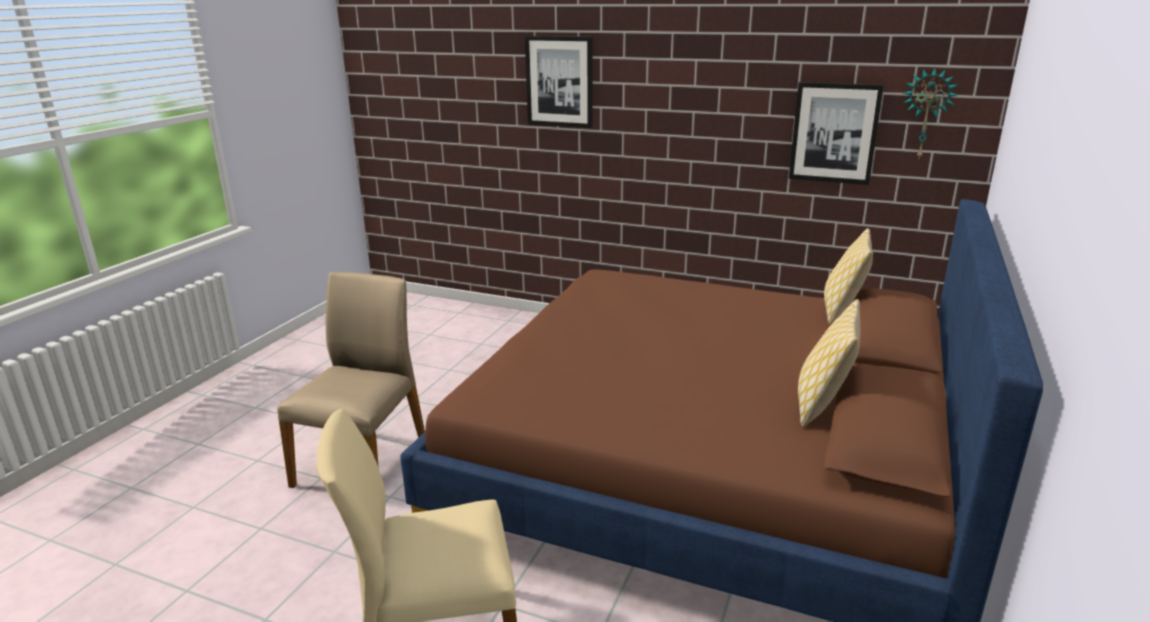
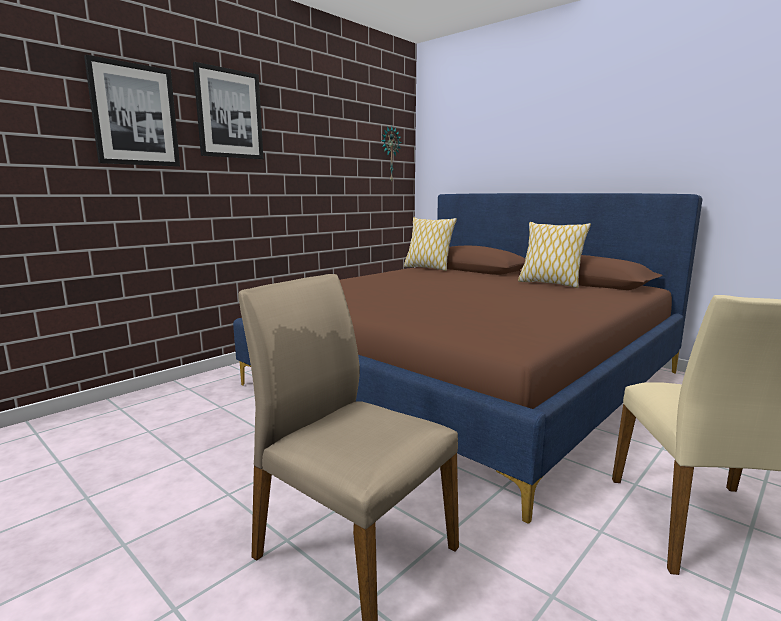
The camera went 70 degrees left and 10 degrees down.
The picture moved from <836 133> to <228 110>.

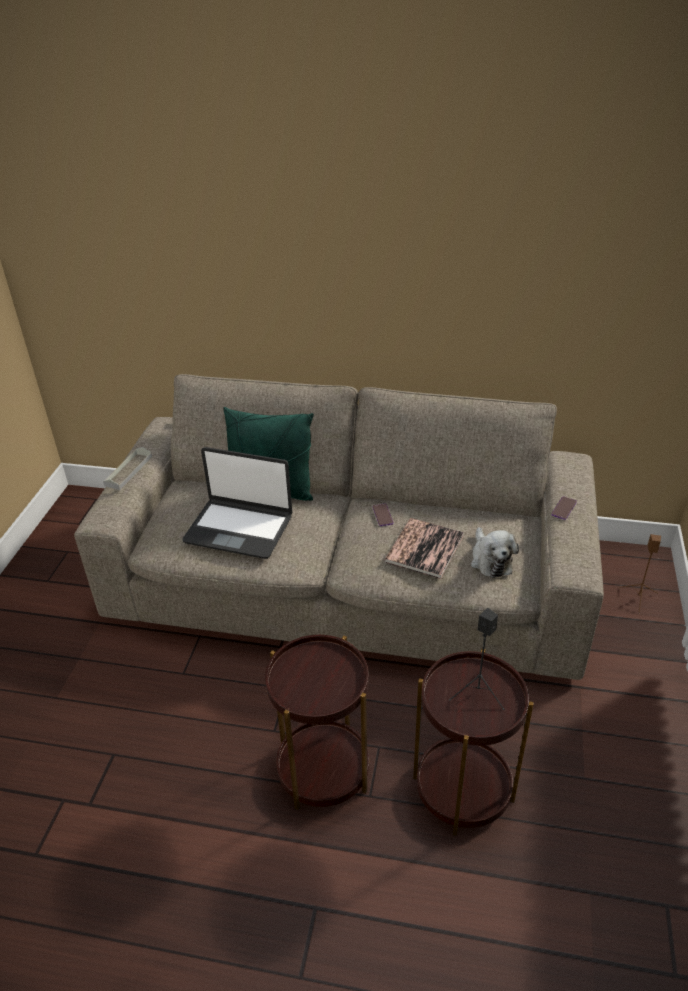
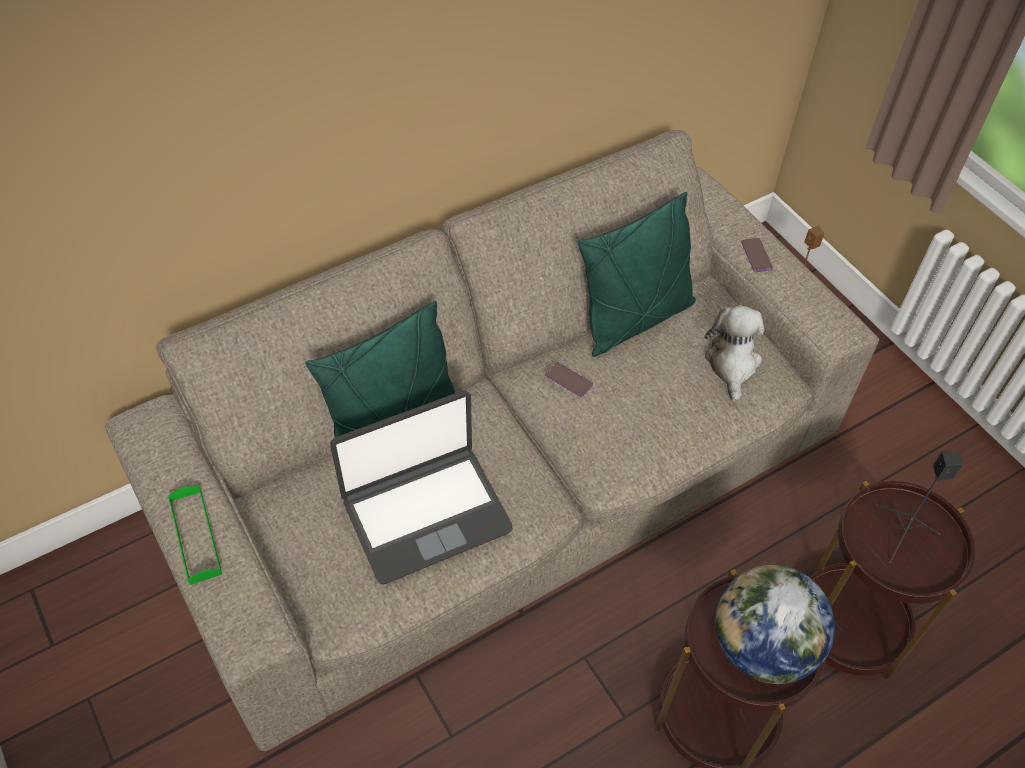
The camera went 45 degrees left and 15 degrees up.
The tray in grey at <127 468> became the tray in green at <195 535>.
The book at <424 548> disappeared.
The plush toy at <495 552> turned 120 degrees counterclockwise.
The pillow in green at <637 274> appeared.
The globe at <775 624> appeared.

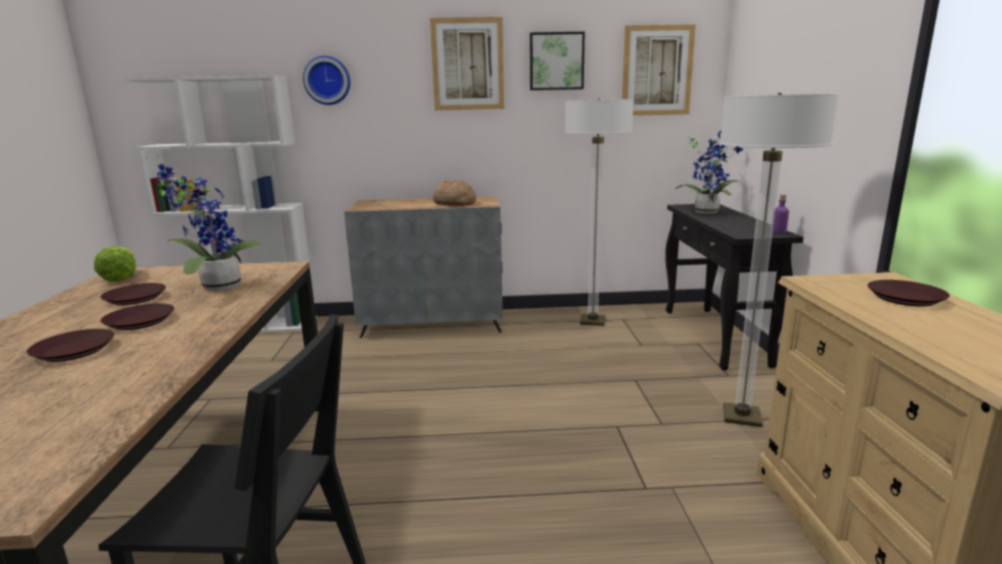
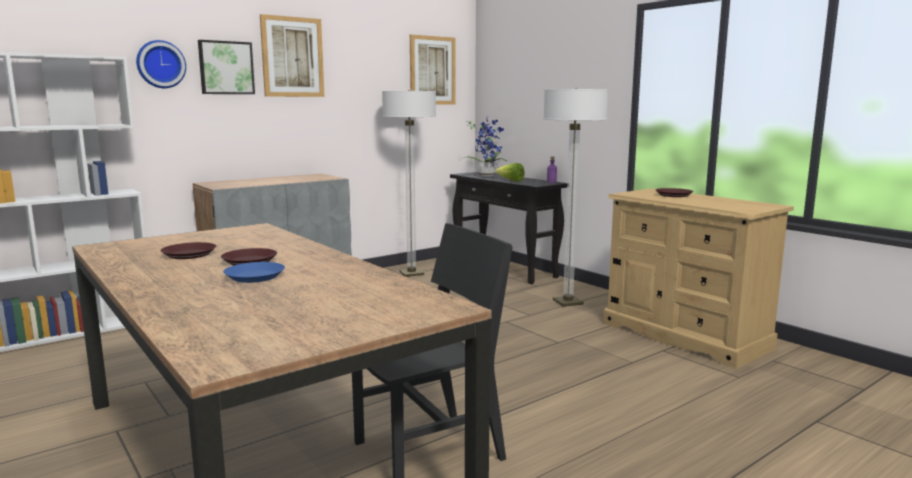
The camera went 35 degrees left and 5 degrees down.
The plate in brown at <70 345> became the plate in blue at <254 272>.
The lettuce moved from <115 264> to <510 172>.
The potted plant at <208 227> disappeared.
The bread at <454 193> disappeared.
The picture moved from <557 61> to <226 67>.

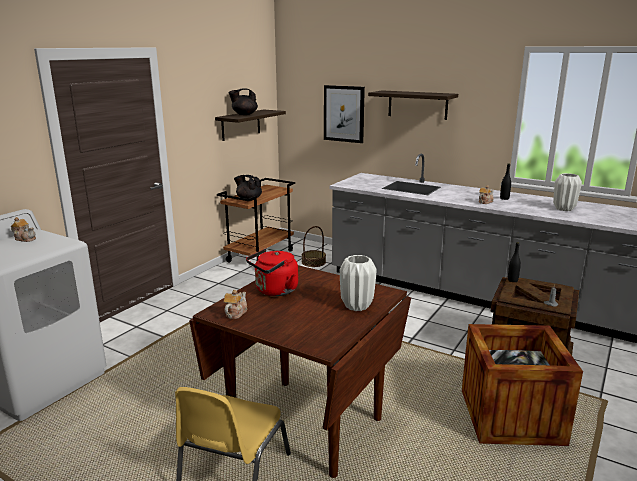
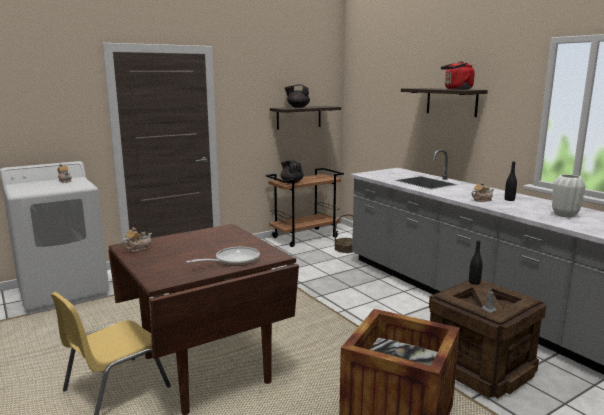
The camera went 25 degrees right and 5 degrees down.
The kettle in red moved from <272 272> to <458 75>.
The picture at <344 114> disappeared.
The vase in white at <358 283> was replaced by the frying pan at <223 256>.

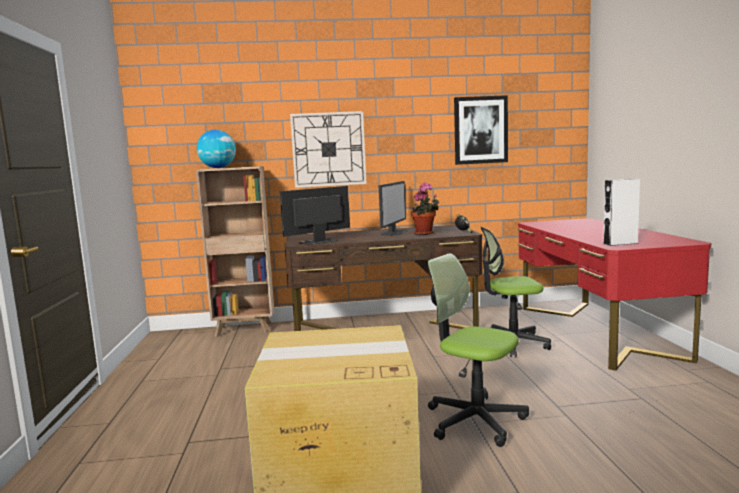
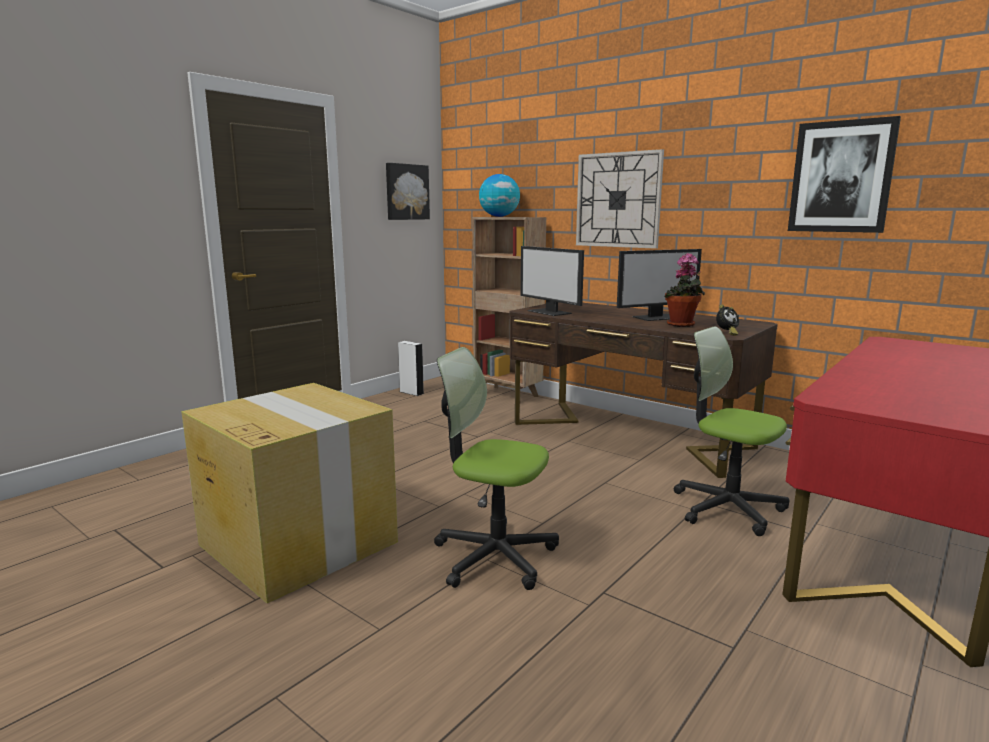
The camera went 45 degrees right and 5 degrees up.
The monitor at <315 215> turned 135 degrees counterclockwise.
The office chair at <478 350> turned 60 degrees counterclockwise.
The speaker in white moved from <621 212> to <411 368>.
The picture at <408 191> appeared.

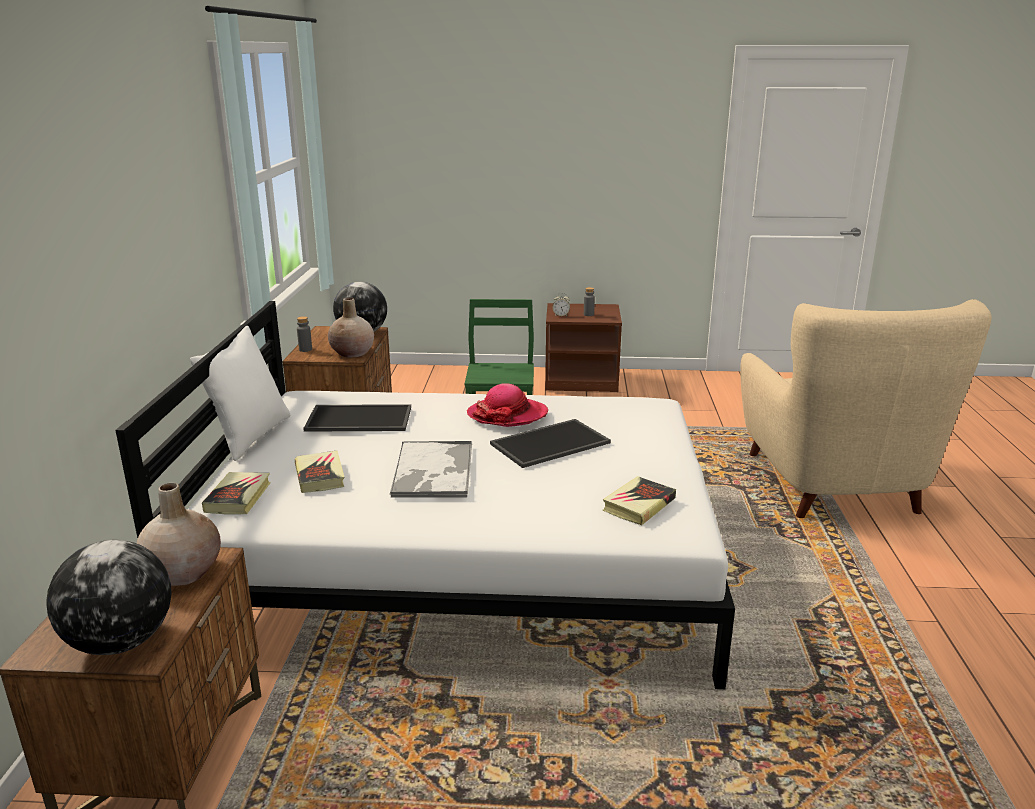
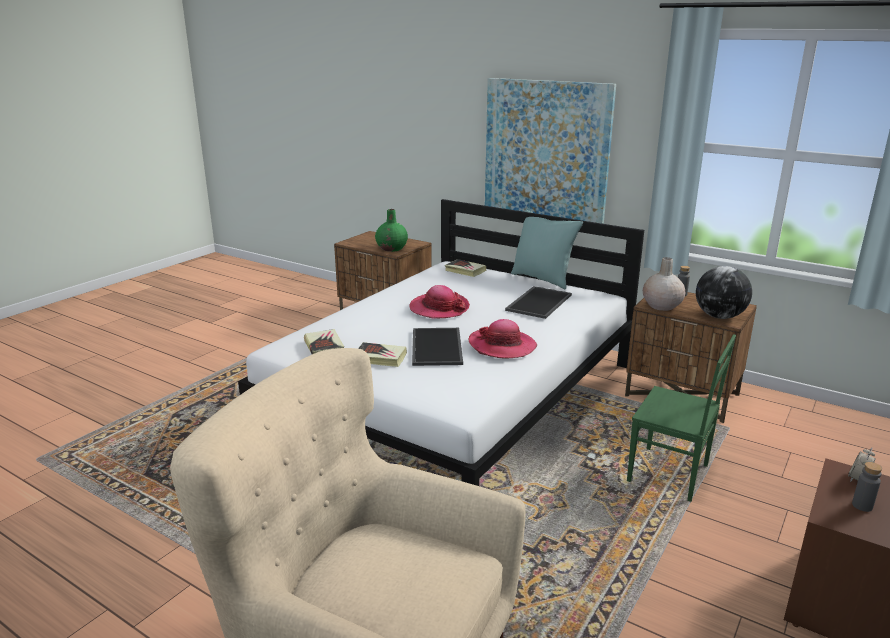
The camera went 120 degrees right and 0 degrees up.
The globe at <109 597> disappeared.
The vase in beige at <179 534> became the vase in green at <391 230>.
The pillow in white at <240 393> became the pillow in turquoise at <547 249>.
The book moved from <319 472> to <382 354>.
The tray at <430 469> was replaced by the hat at <439 301>.
The picture at <550 151> appeared.

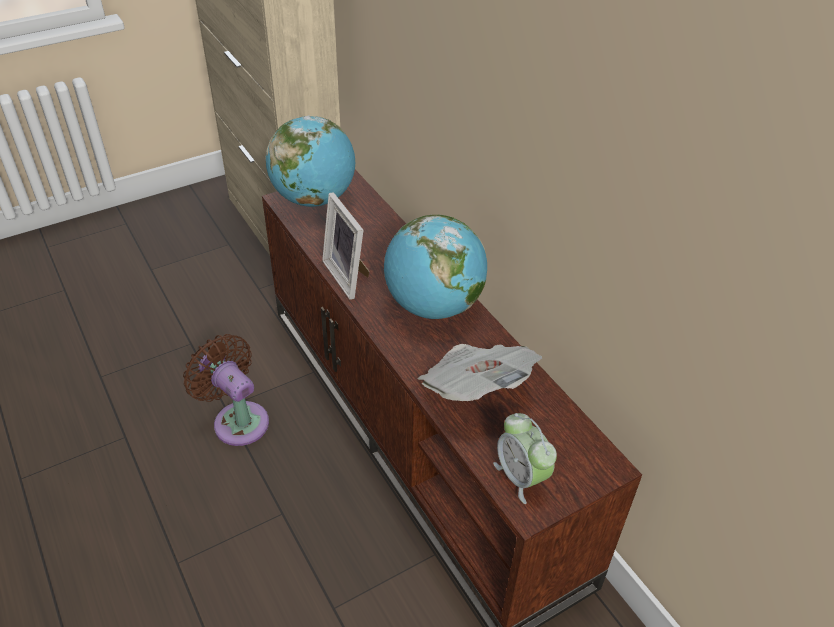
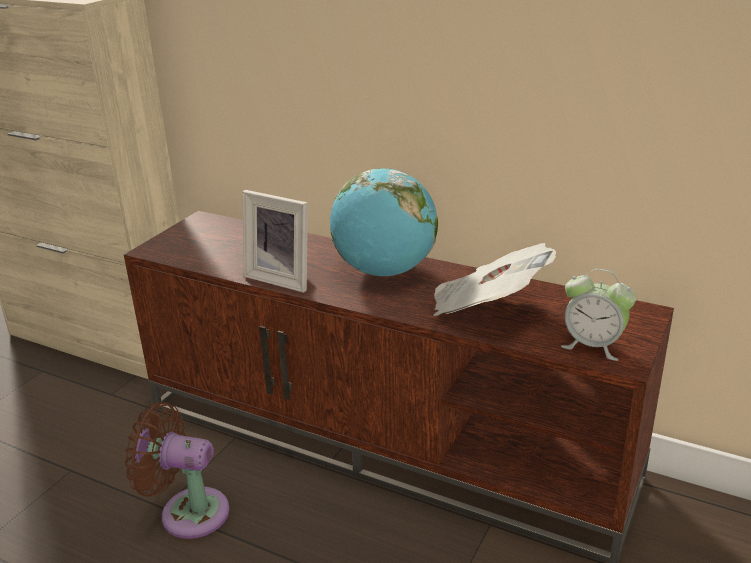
The camera went 30 degrees left and 15 degrees down.
The globe at <310 161> disappeared.

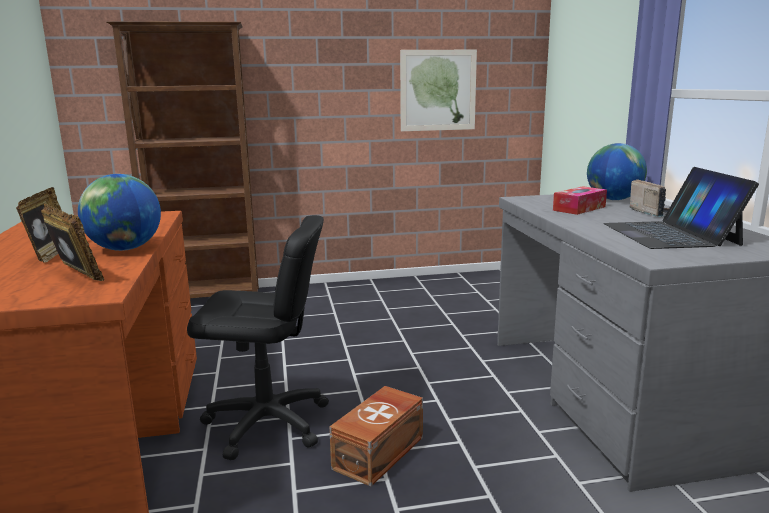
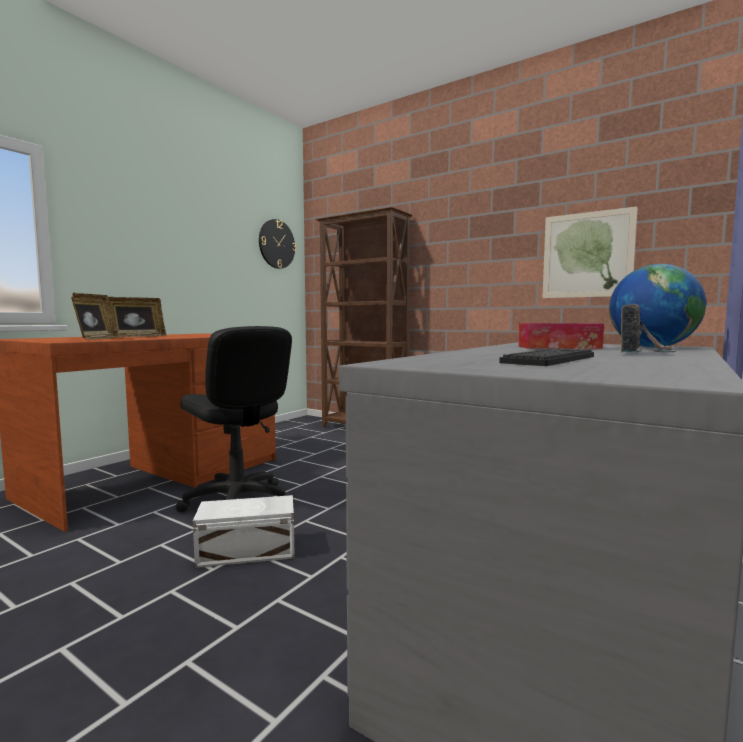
The camera went 45 degrees right and 10 degrees down.
The globe at <119 212> disappeared.
The storage box in brown at <376 436> became the storage box in white at <244 531>.
The laptop at <681 208> was replaced by the keyboard at <546 357>.
The wall clock at <277 244> appeared.

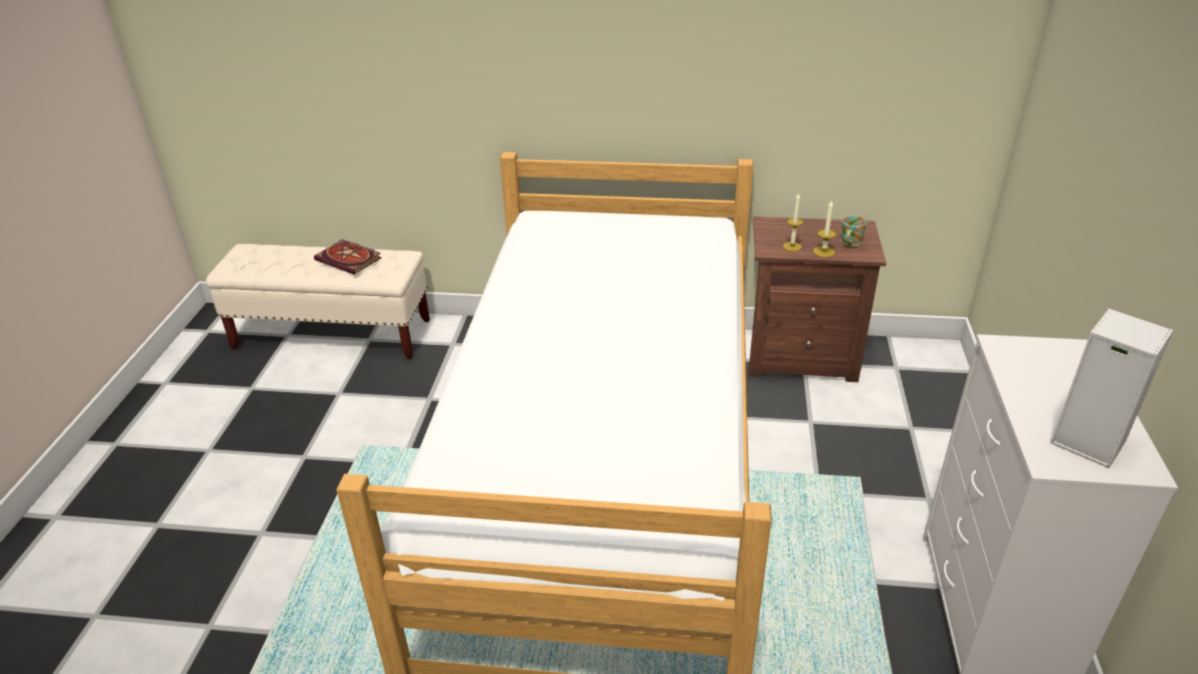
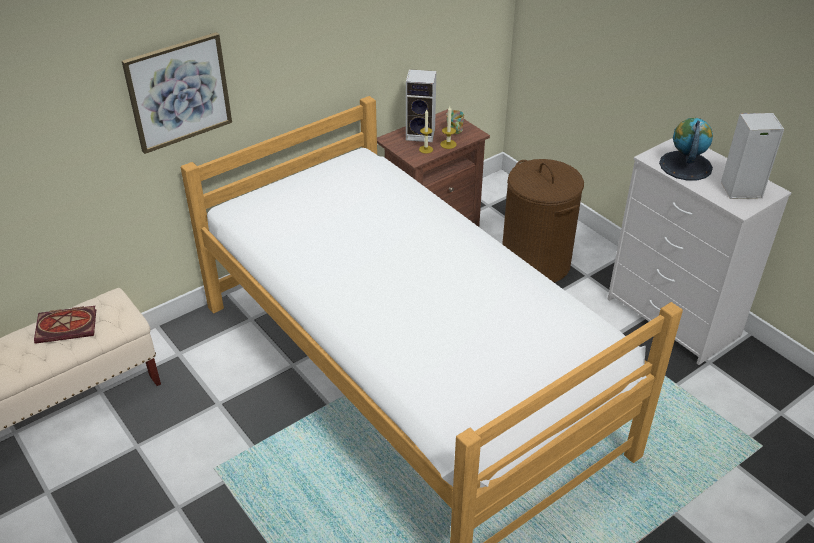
The camera went 45 degrees left and 5 degrees up.
The picture at <177 93> appeared.
The speaker at <421 105> appeared.
The laundry basket in brown at <543 221> appeared.
The globe at <686 149> appeared.

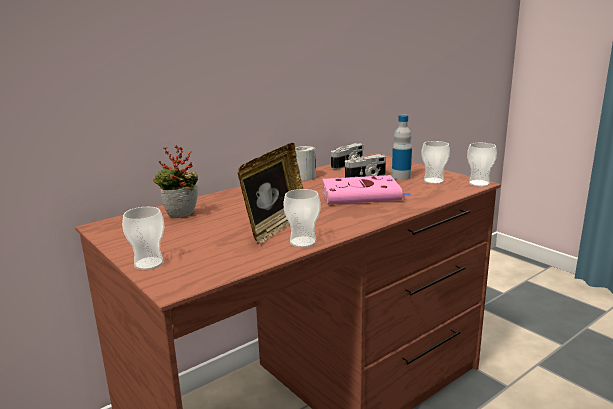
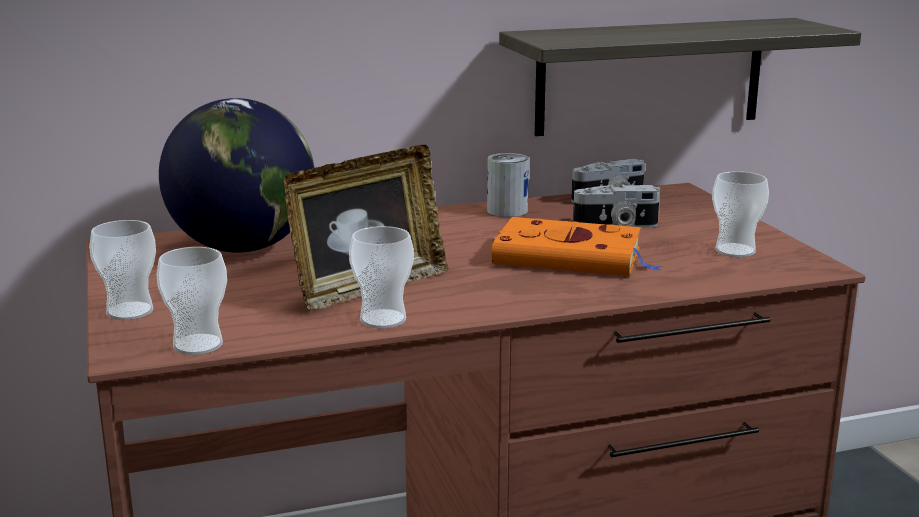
The camera went 20 degrees right and 0 degrees up.
The potted plant at <175 181> was replaced by the globe at <236 175>.
The book in pink at <366 189> became the book in orange at <576 246>.
The bottle at <402 147> disappeared.
The cup moved from <482 165> to <191 301>.
The shelf at <680 77> appeared.

